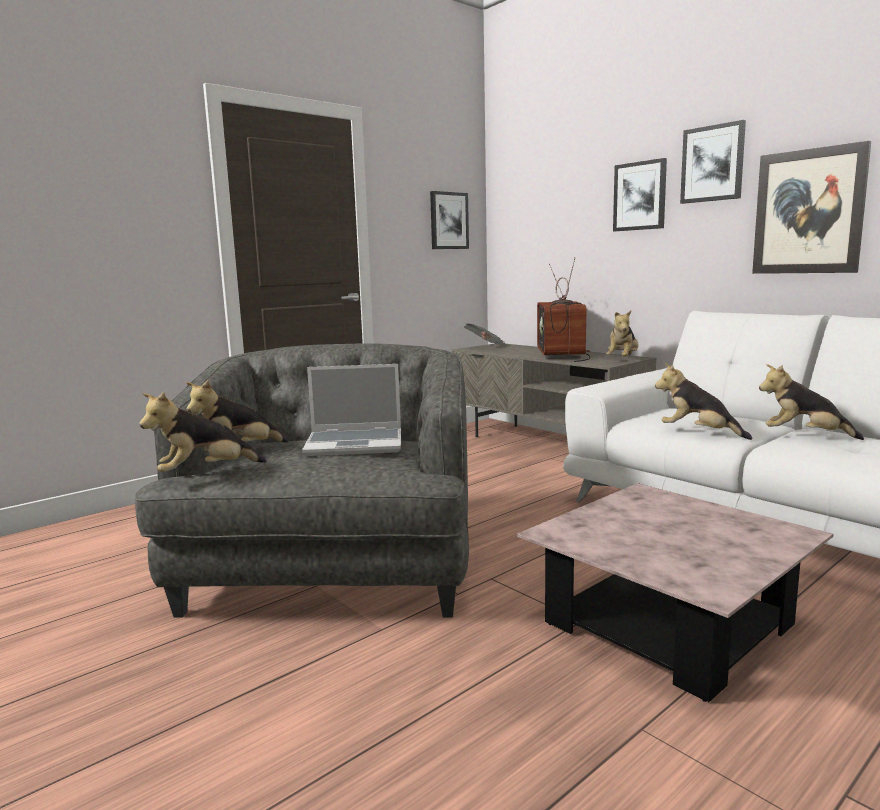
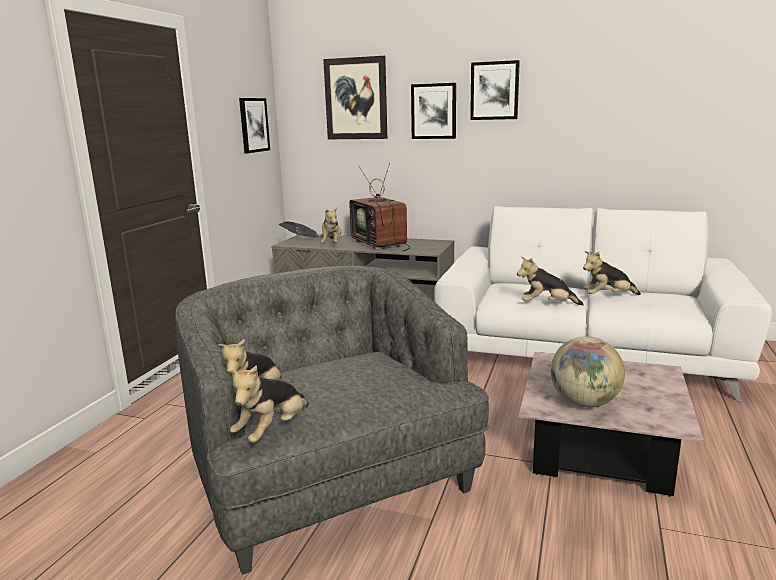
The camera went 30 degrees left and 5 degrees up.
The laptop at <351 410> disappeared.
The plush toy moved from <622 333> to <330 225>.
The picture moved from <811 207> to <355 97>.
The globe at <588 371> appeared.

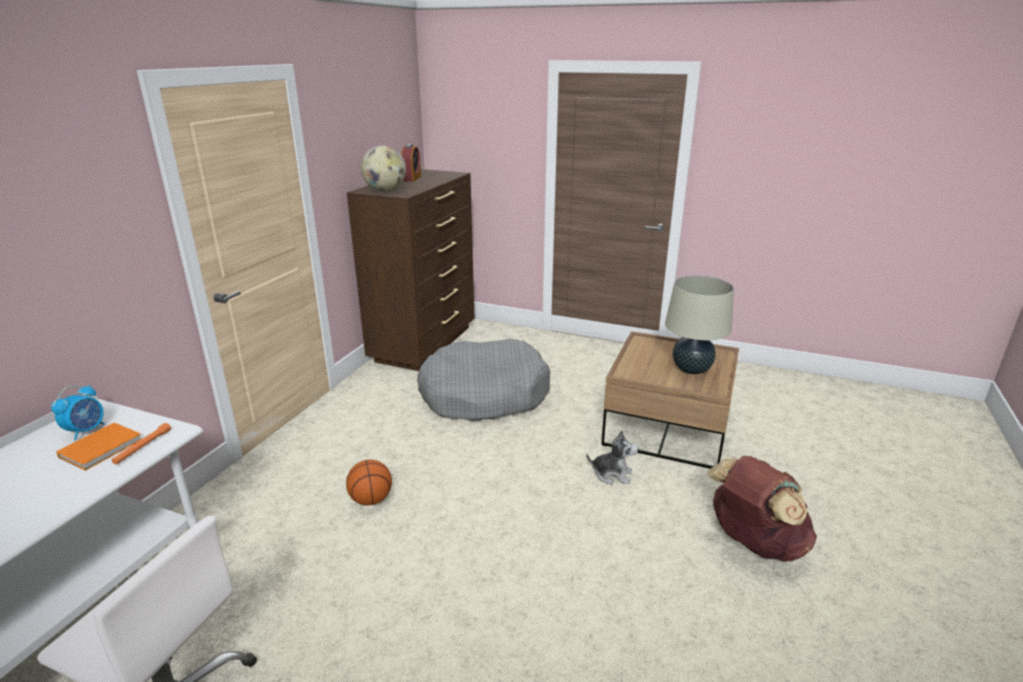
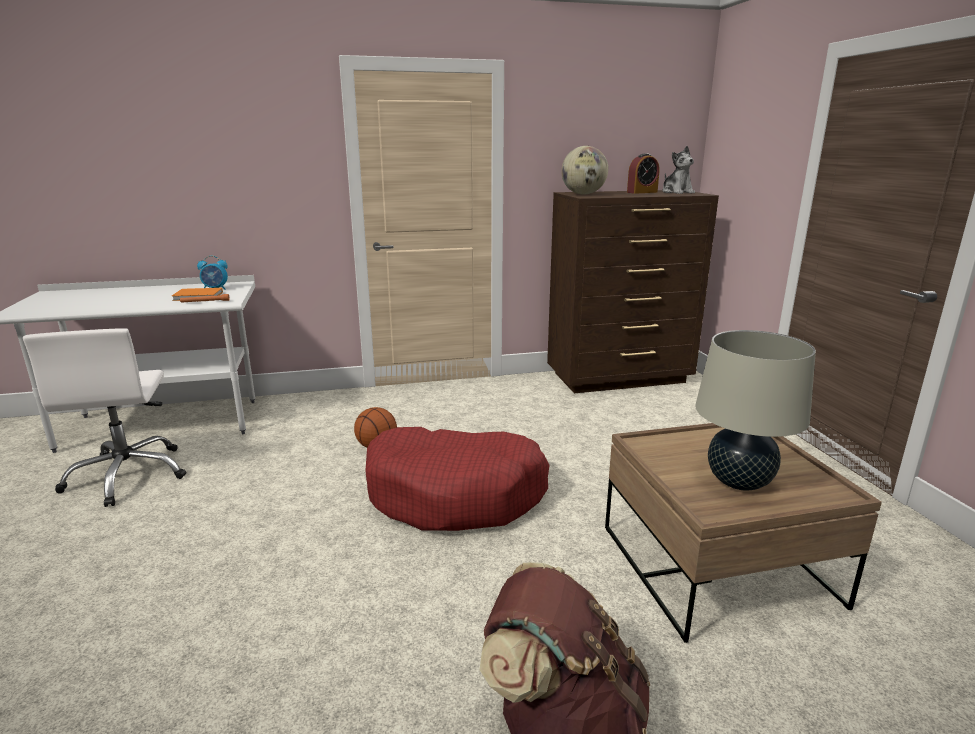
The camera went 55 degrees right and 5 degrees down.
The dog bed in grey at <483 380> disappeared.
The plush toy moved from <612 457> to <679 170>.
The dog bed in red at <457 479> appeared.

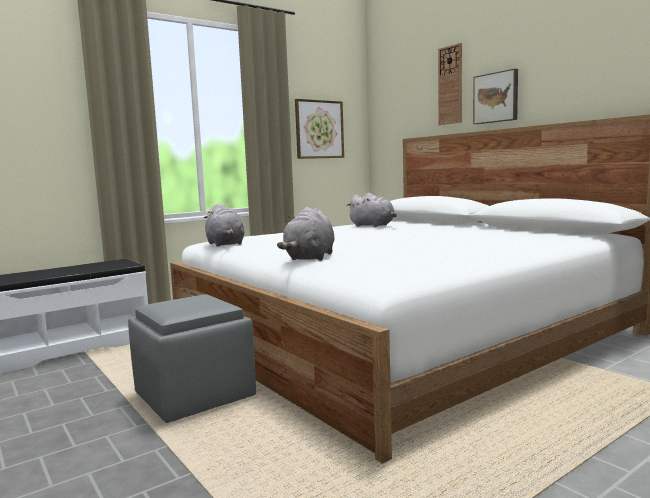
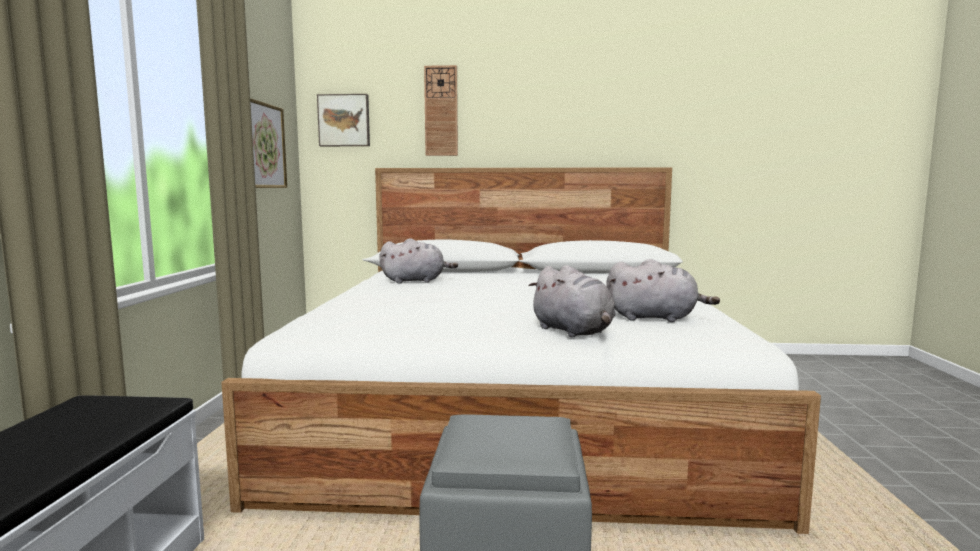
The camera went 50 degrees left and 0 degrees up.
The plush toy in grey moved from <224 225> to <663 290>.
The picture moved from <495 96> to <343 120>.

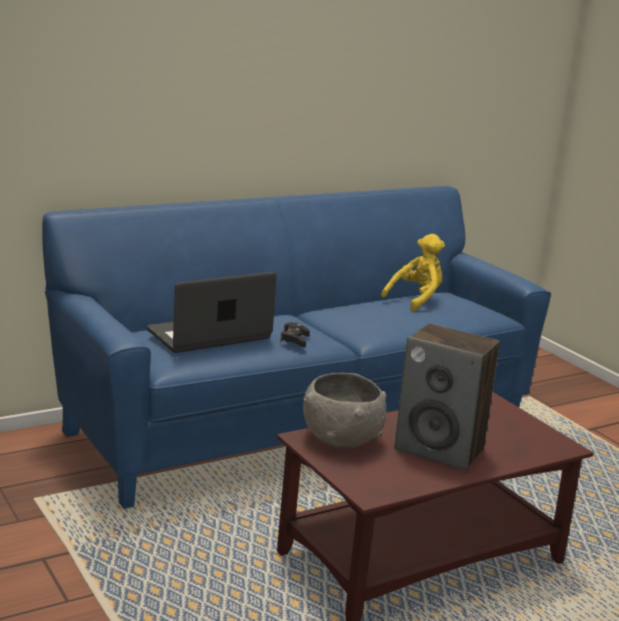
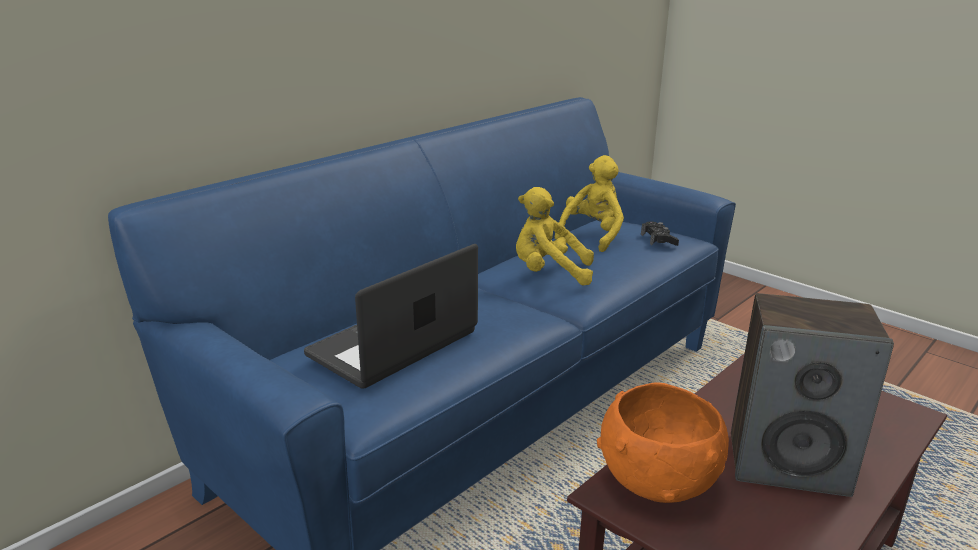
The camera went 15 degrees left and 5 degrees up.
The game controller in black moved from <295 334> to <660 233>.
The bowl in grey at <345 410> became the bowl in orange at <663 443>.
The plush toy in yellow at <555 236> appeared.

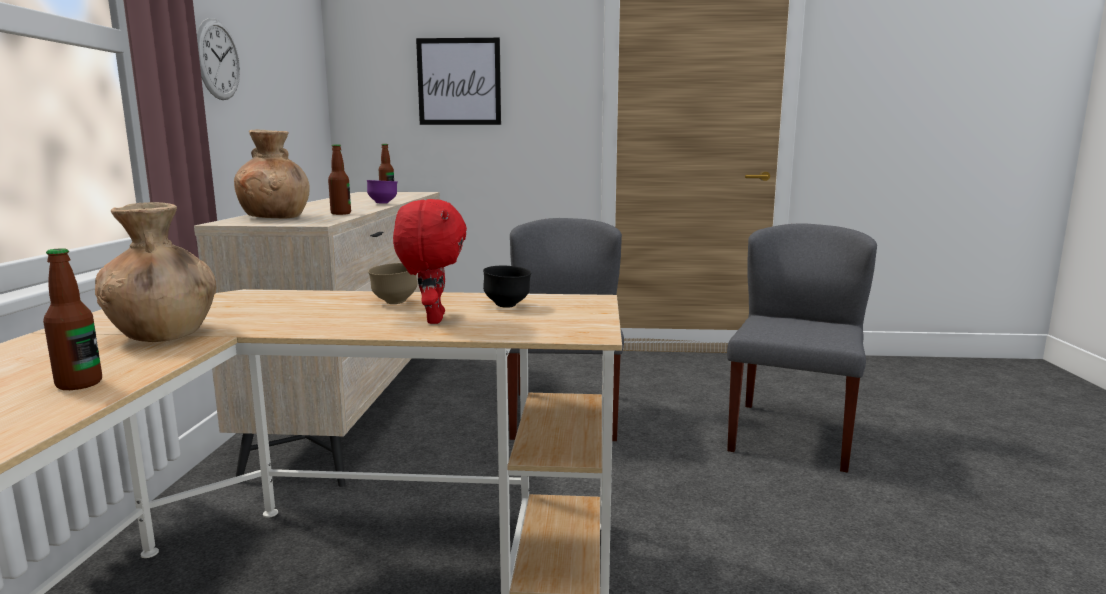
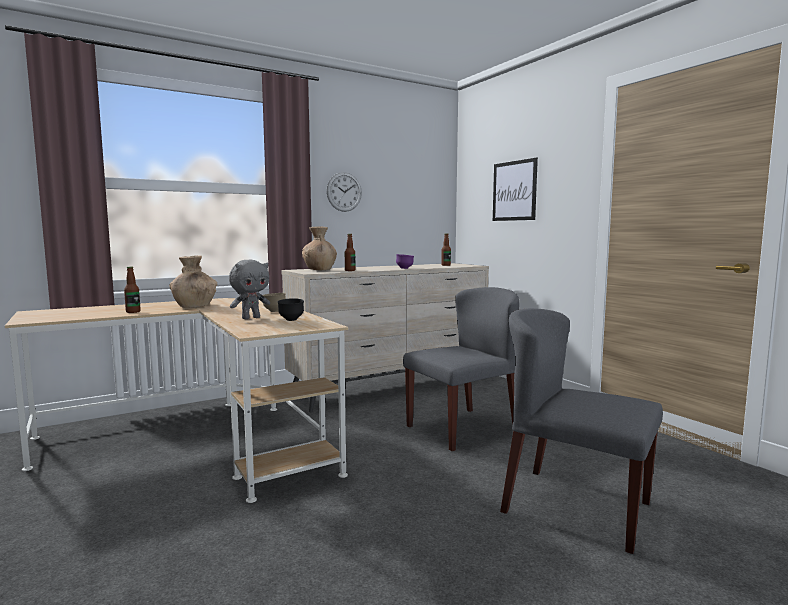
The camera went 55 degrees right and 5 degrees down.
The plush toy in red at <430 261> became the plush toy in grey at <249 289>.
The chair in grey at <802 348> turned 135 degrees counterclockwise.

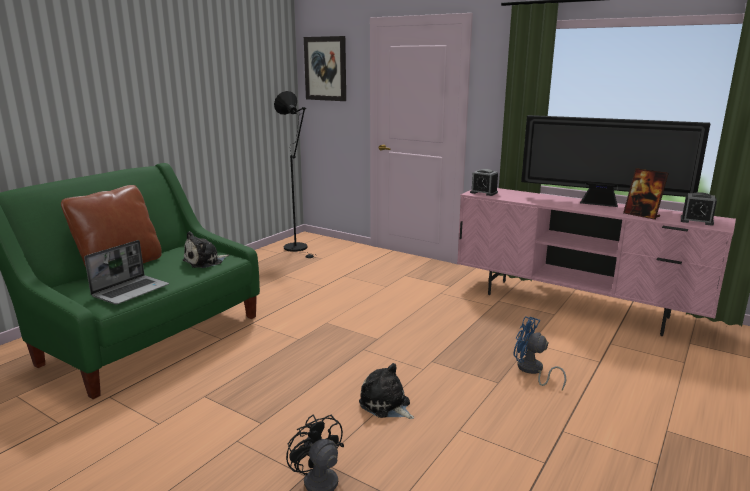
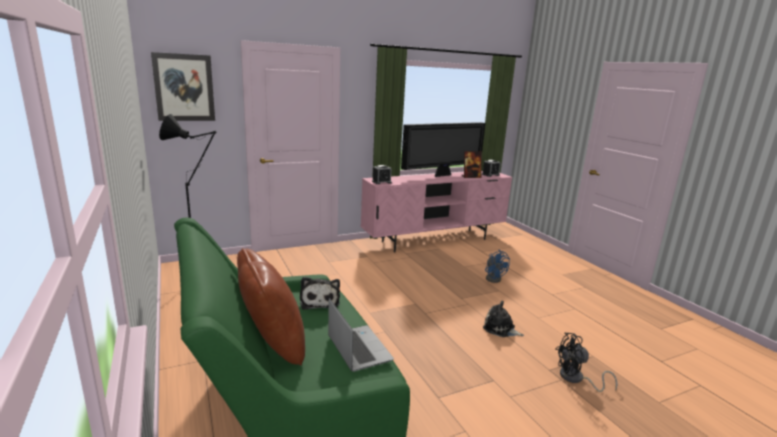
The camera went 60 degrees left and 0 degrees up.
The plush toy at <386 391> turned 45 degrees clockwise.
The fan in blue at <539 353> turned 90 degrees counterclockwise.

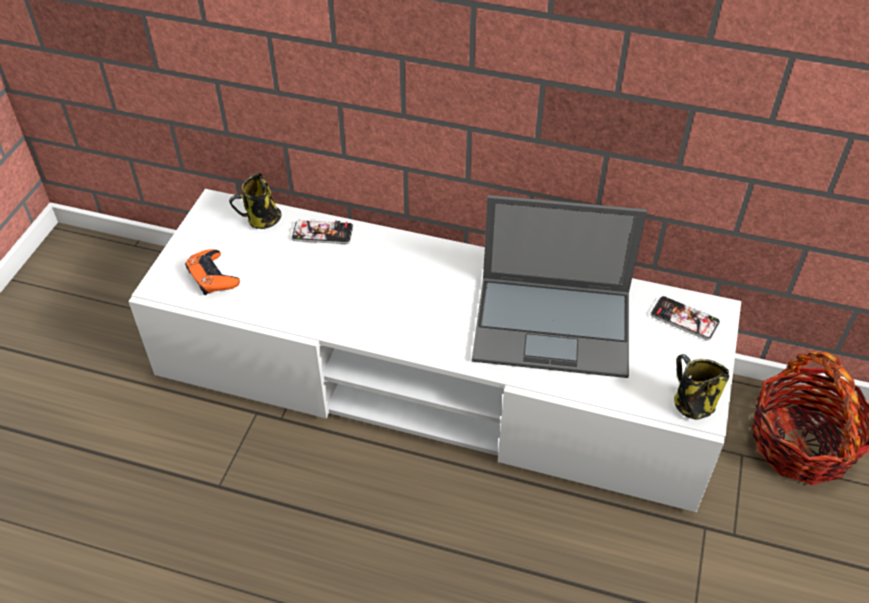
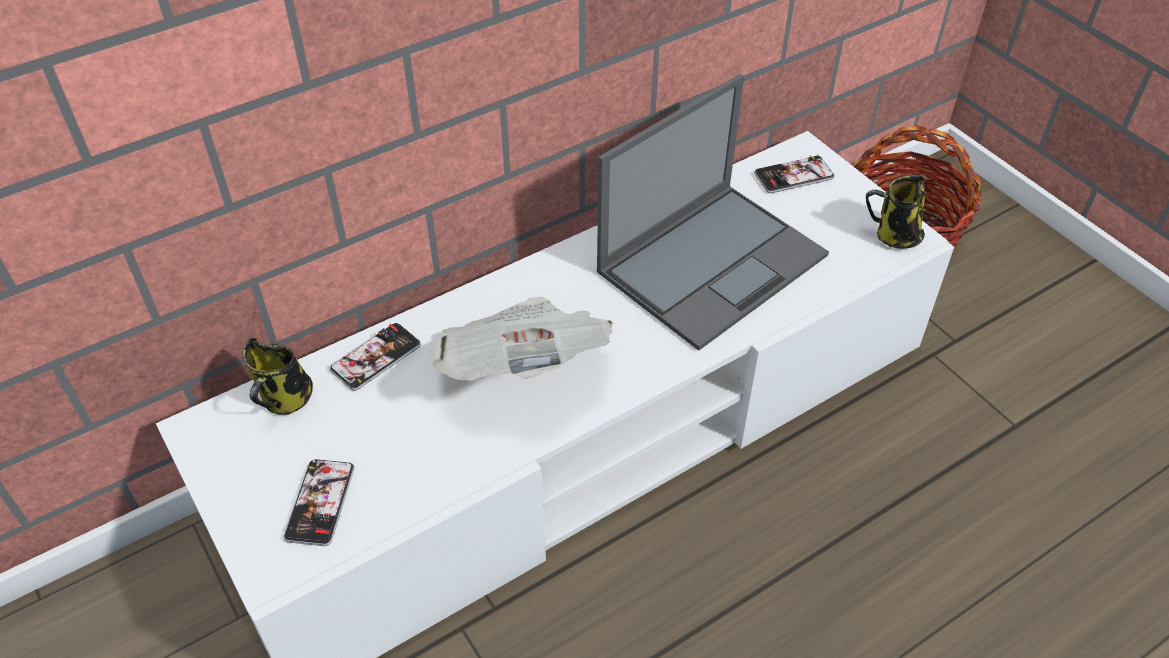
The camera went 50 degrees left and 0 degrees up.
The game controller in orange at <212 272> was replaced by the phone at <319 502>.
The newspaper at <523 339> appeared.

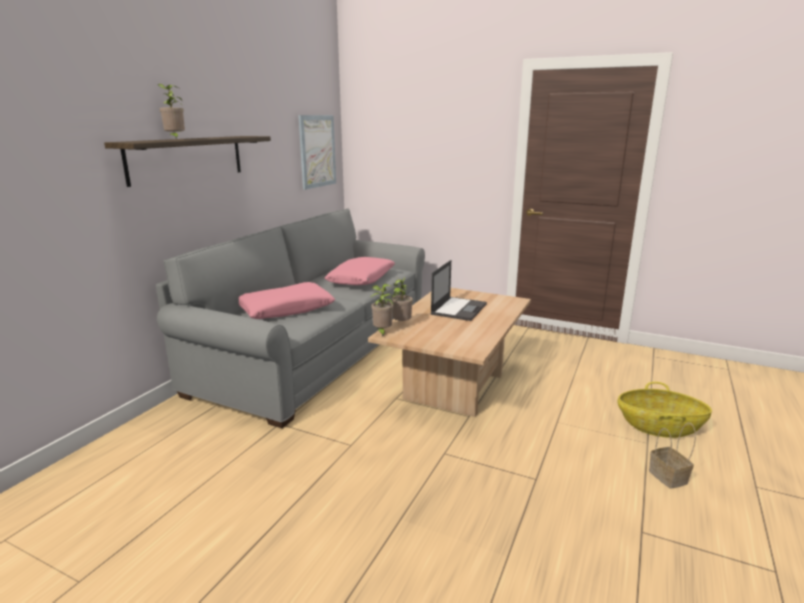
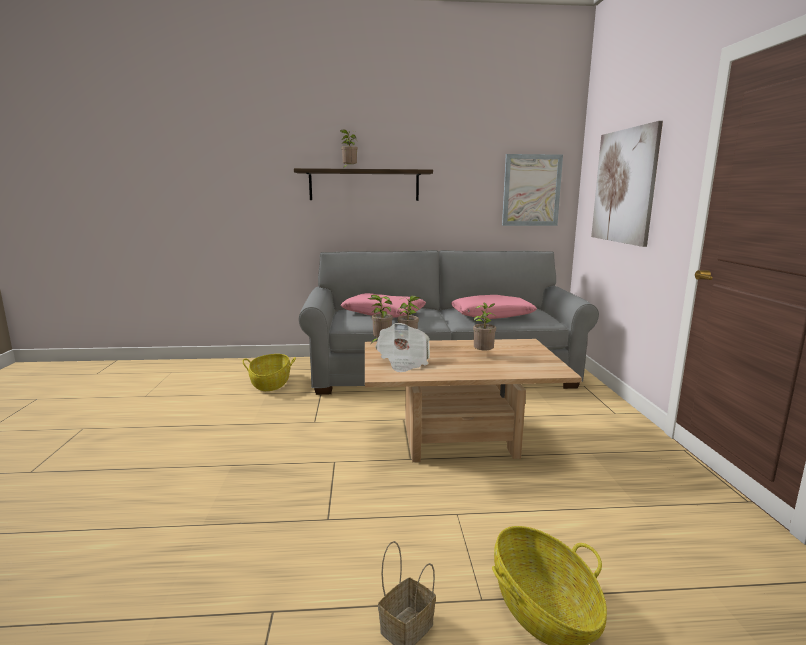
The camera went 60 degrees right and 5 degrees down.
The laptop at <458 290> was replaced by the potted plant at <485 326>.
The basket at <269 372> appeared.
The newspaper at <402 347> appeared.
The picture at <627 184> appeared.

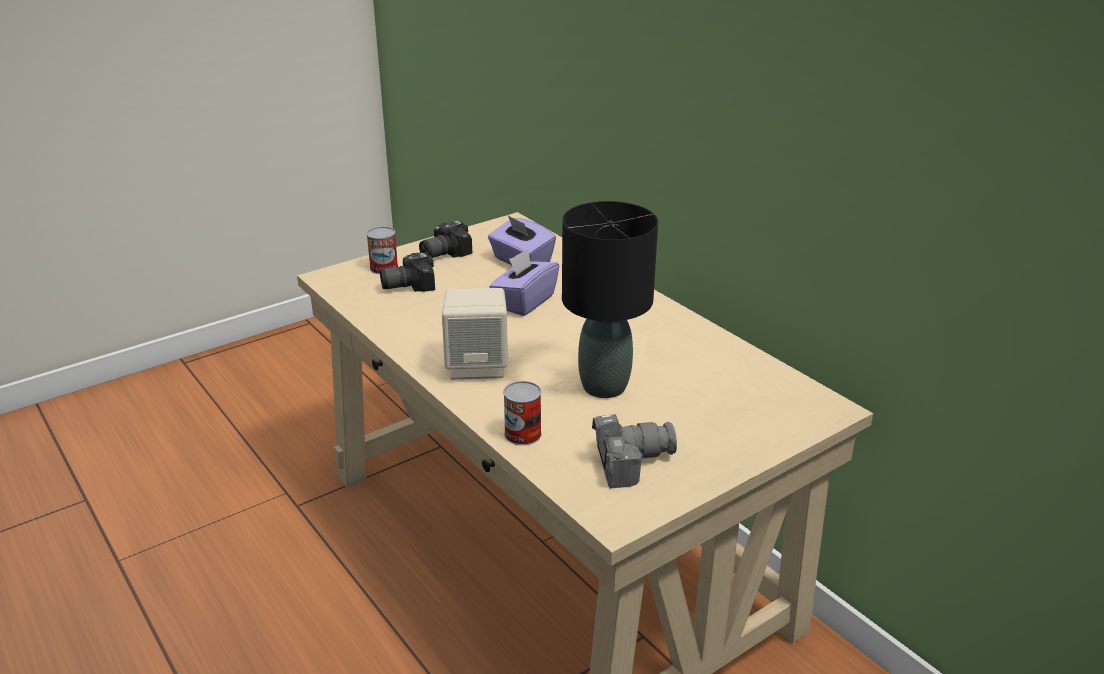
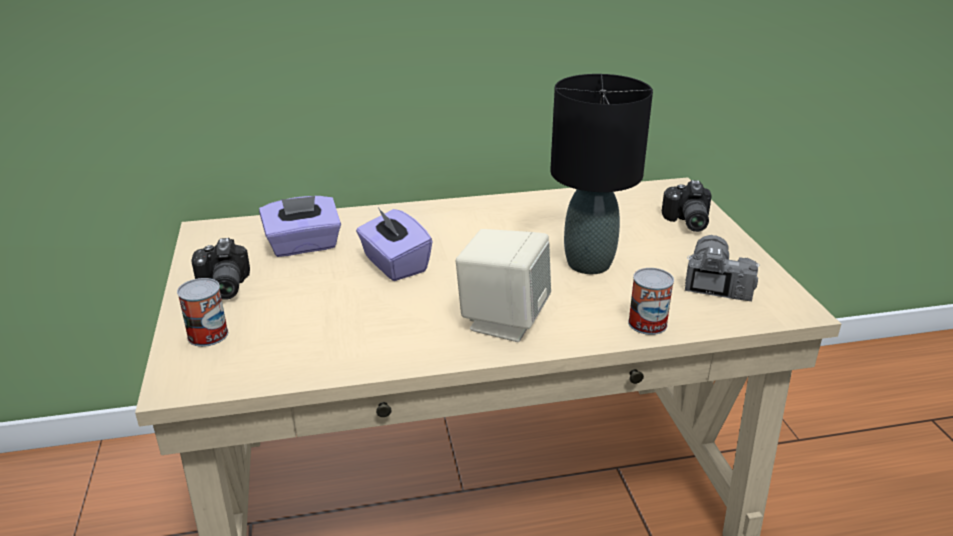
The camera went 65 degrees left and 0 degrees up.
The photo camera moved from <407 272> to <687 206>.

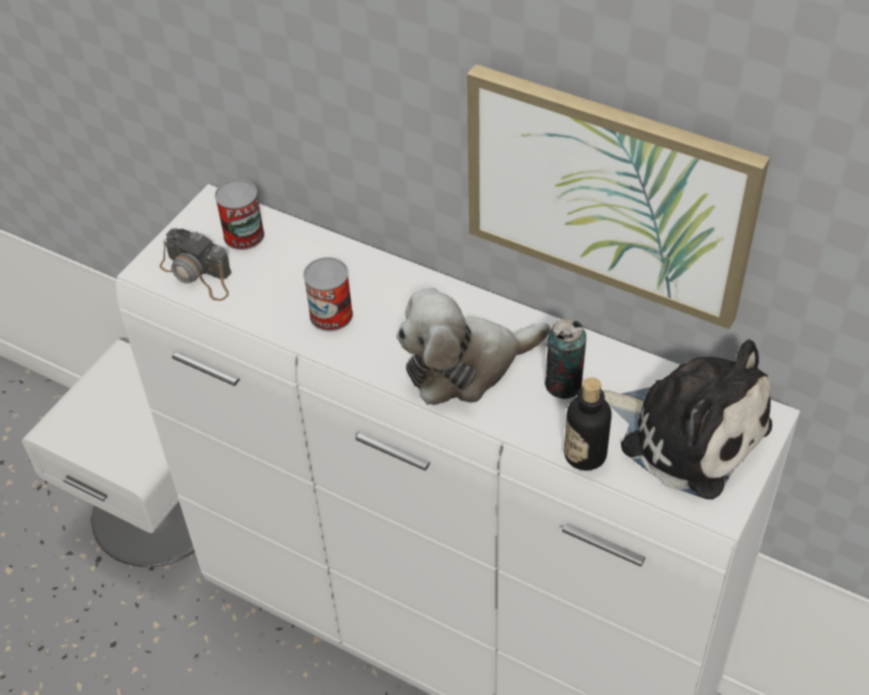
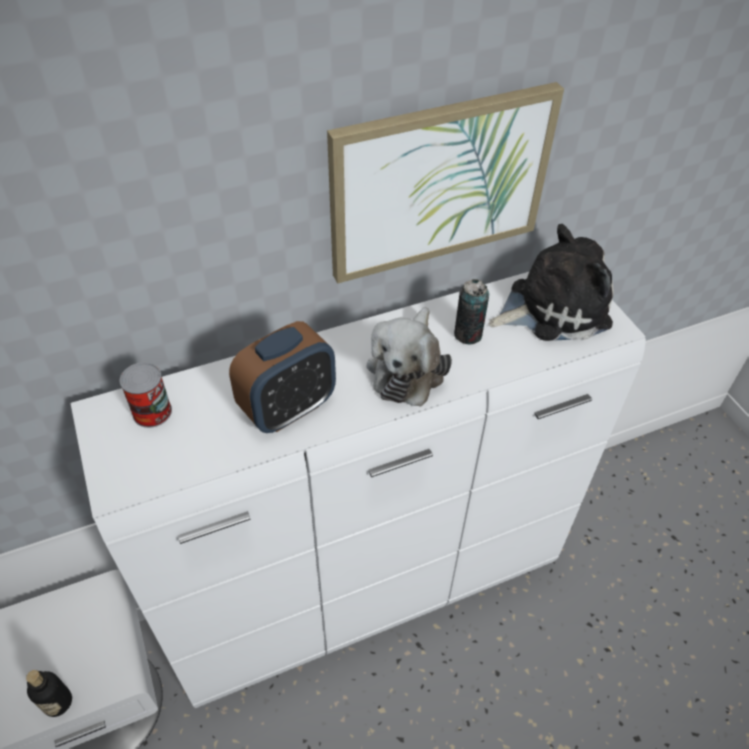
The camera went 55 degrees left and 0 degrees up.
The photo camera at <195 264> disappeared.
The can at <328 294> was replaced by the alarm clock at <282 377>.
The bottle moved from <588 424> to <49 693>.

